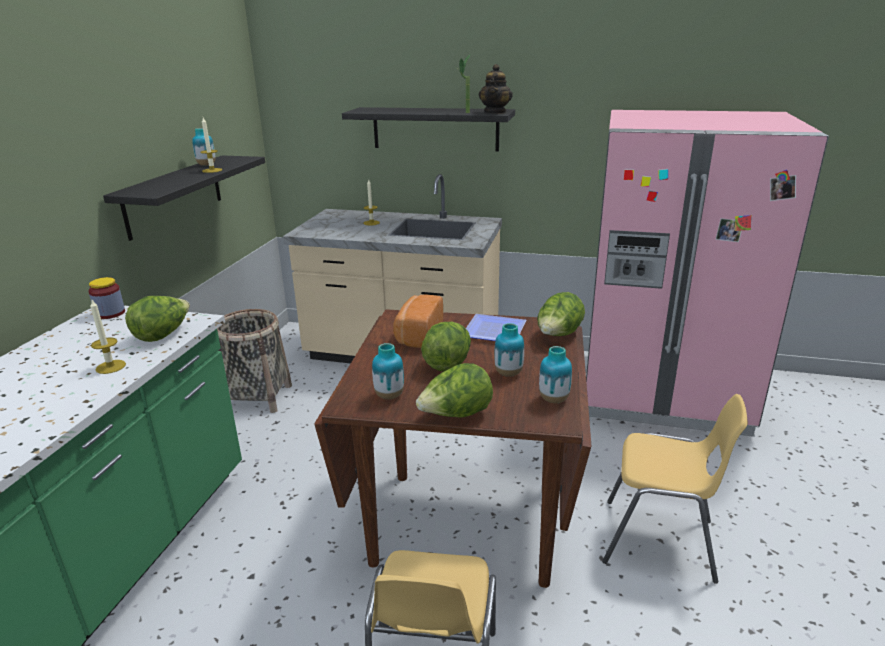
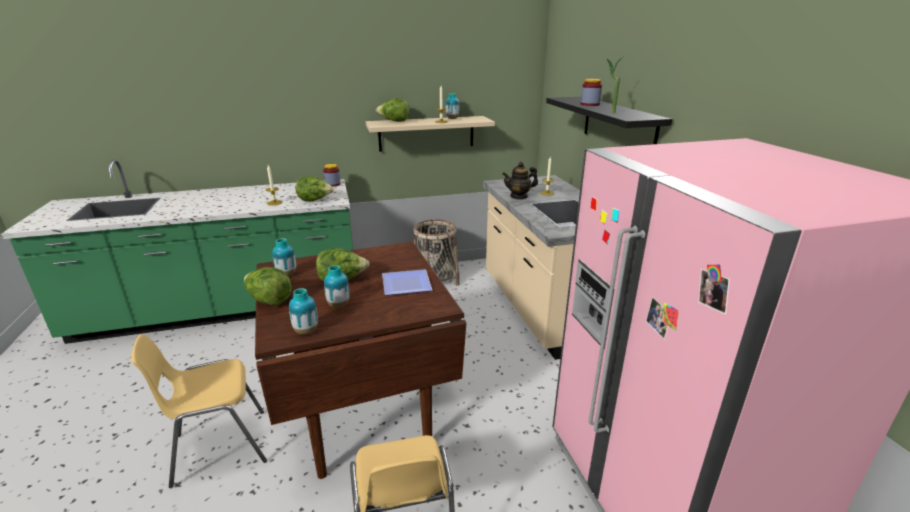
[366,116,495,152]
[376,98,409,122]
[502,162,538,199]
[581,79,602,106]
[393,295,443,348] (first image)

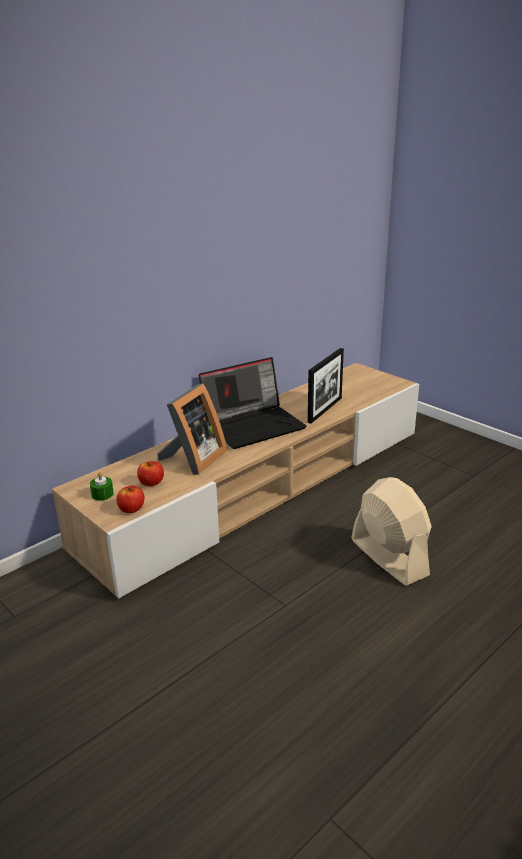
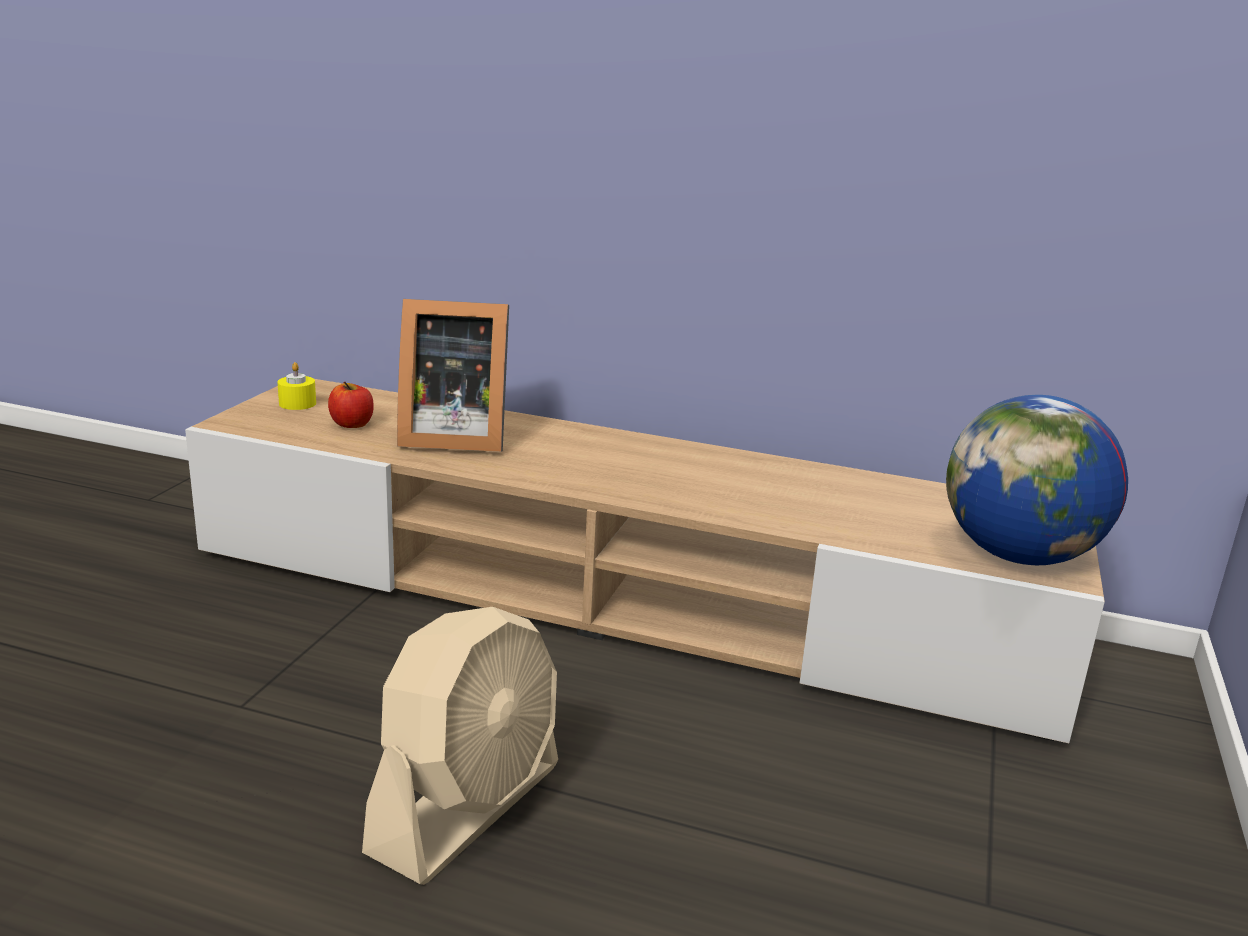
[277,362,316,410]
[946,395,1128,565]
[116,486,145,513] (first image)
[199,357,307,449] (first image)
[308,348,344,424] (first image)

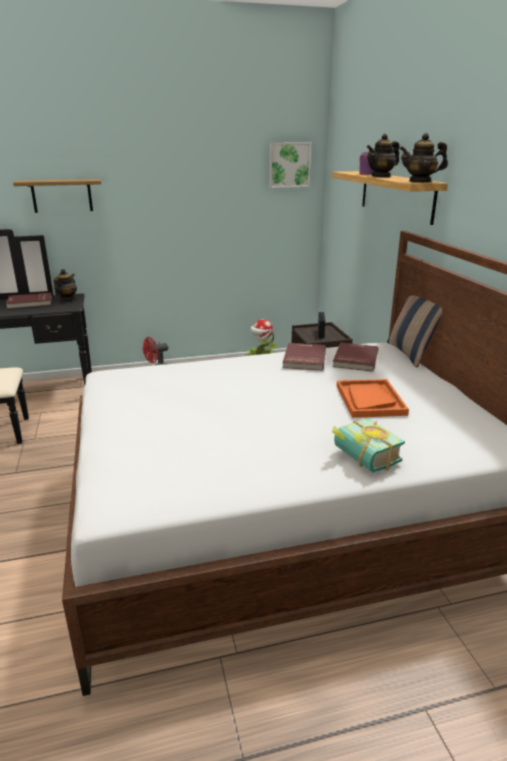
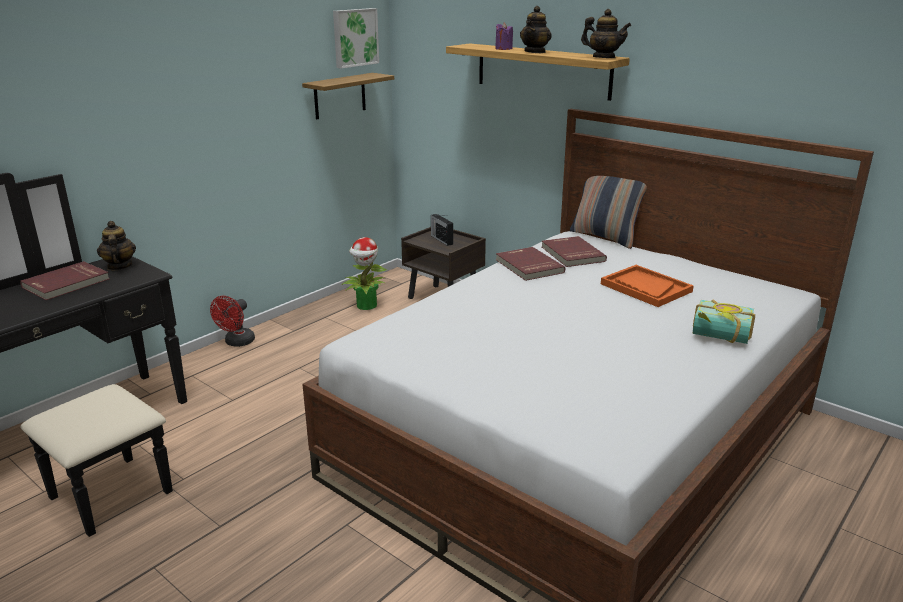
[302,73,394,119]
[581,9,631,58]

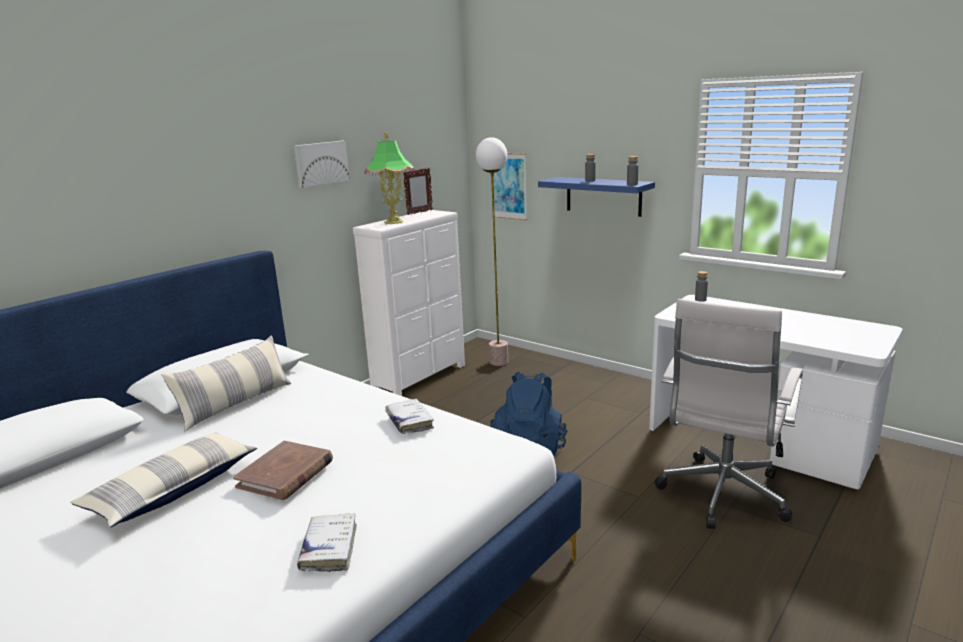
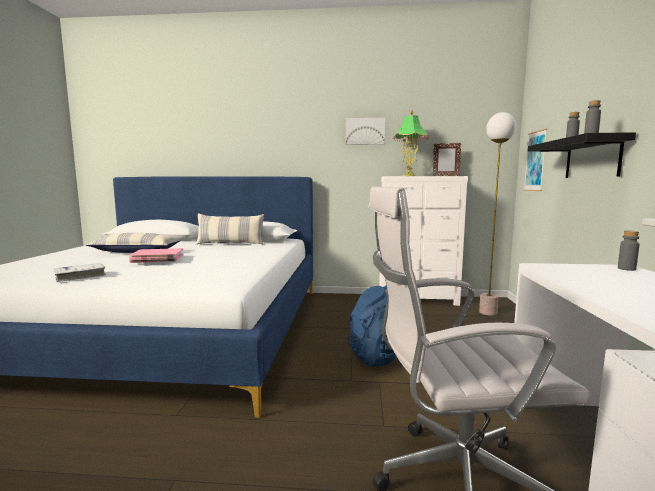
[129,248,183,263]
[528,132,636,178]
[385,399,434,434] (first image)

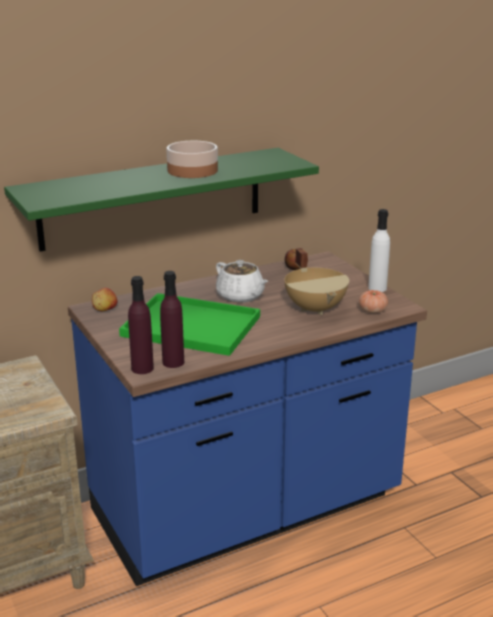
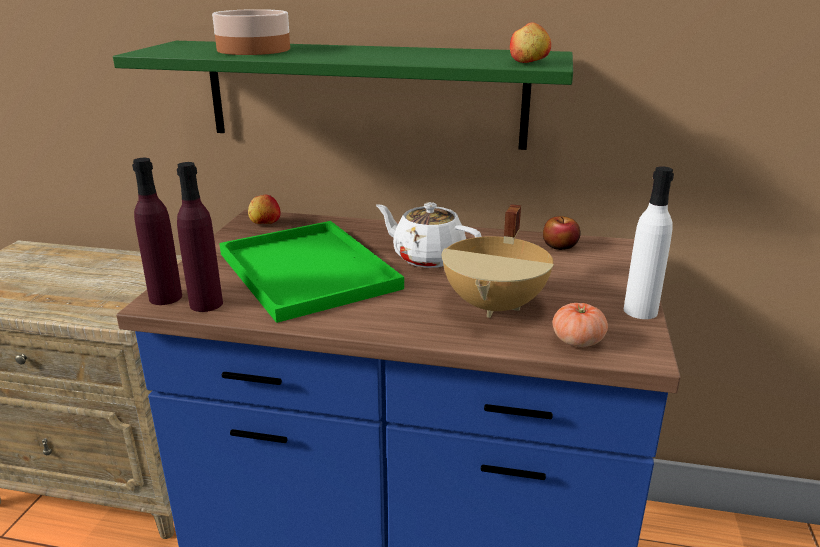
[212,9,290,55]
[376,202,482,268]
[510,22,551,63]

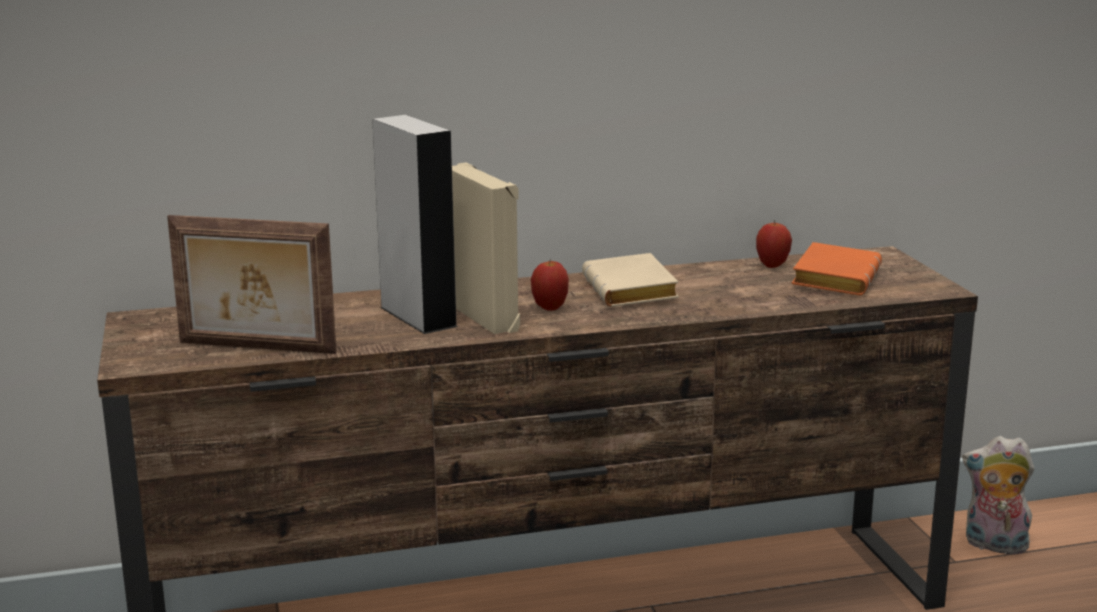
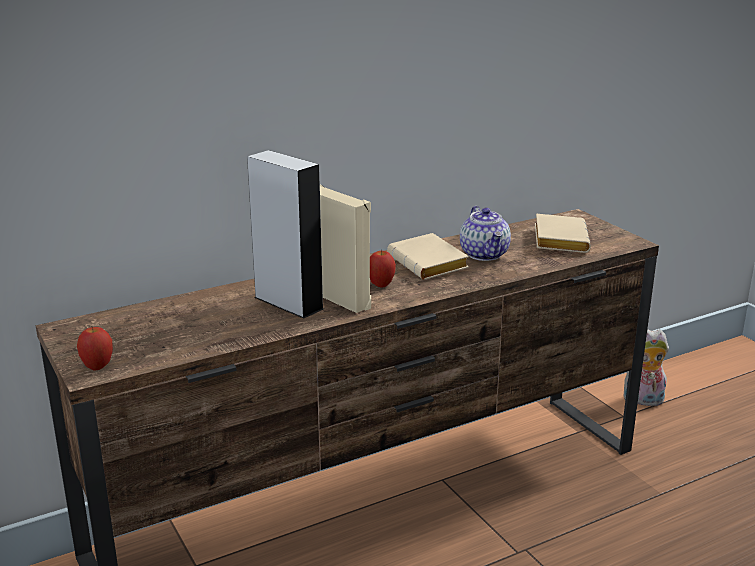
[77,327,113,370]
[460,206,511,261]
[535,214,591,253]
[167,215,337,354] (first image)

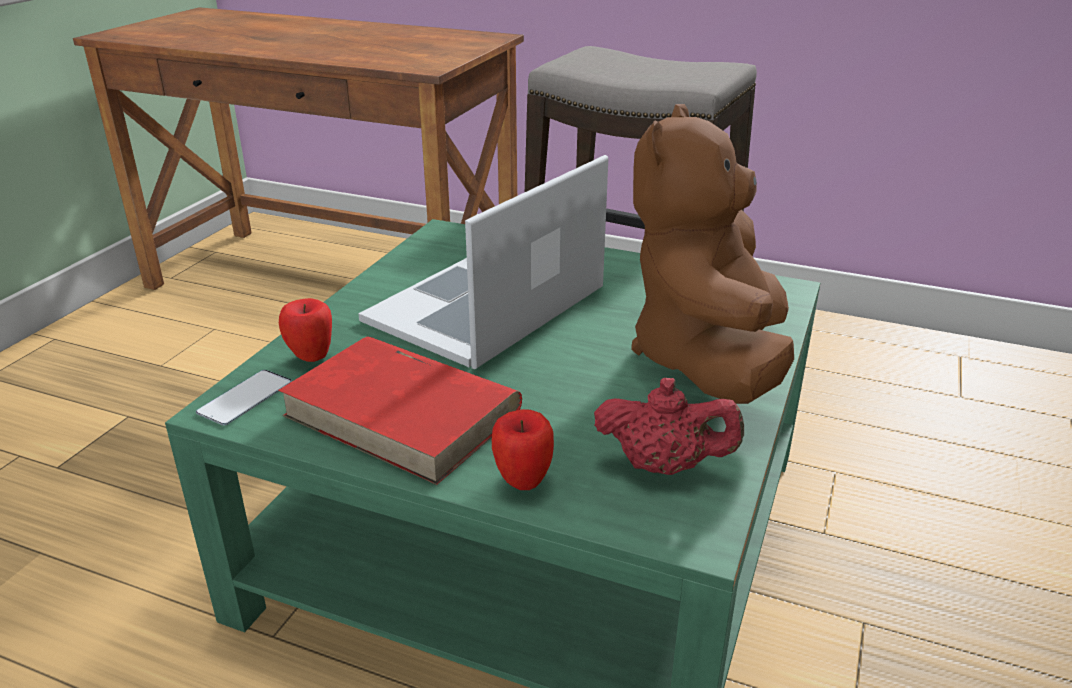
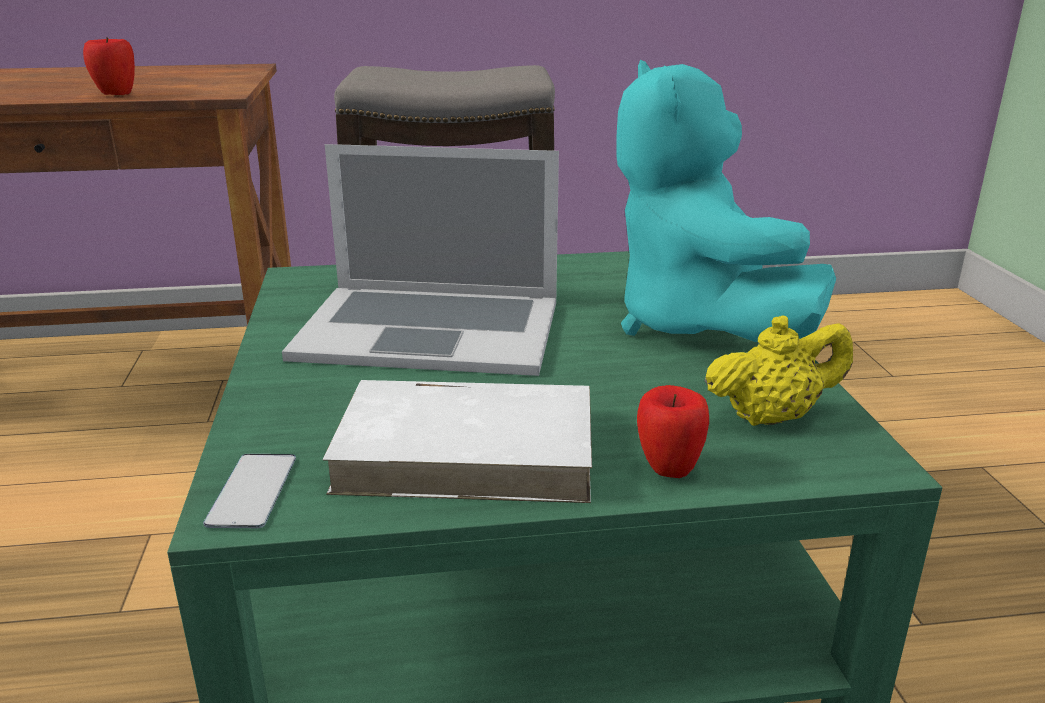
[83,37,135,95]
[282,144,559,376]
[322,380,592,503]
[616,60,836,342]
[705,316,853,426]

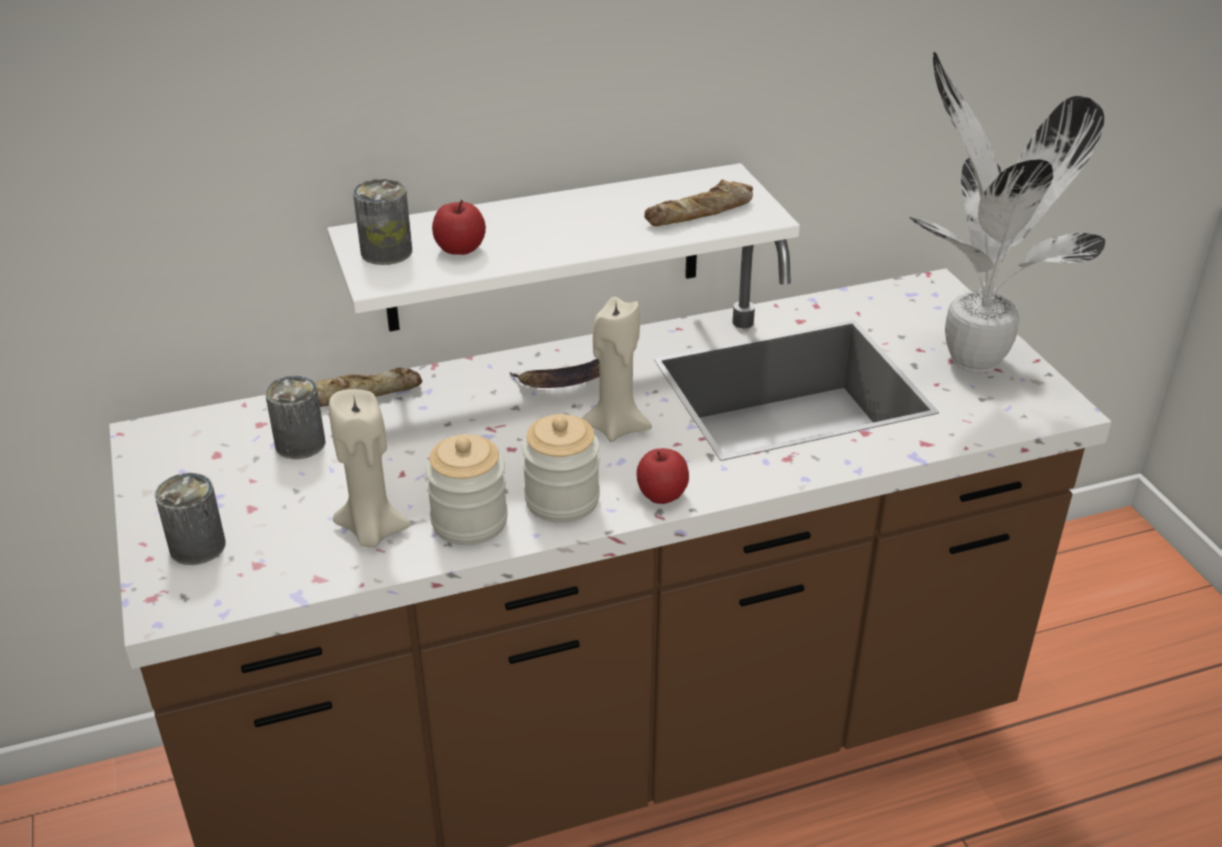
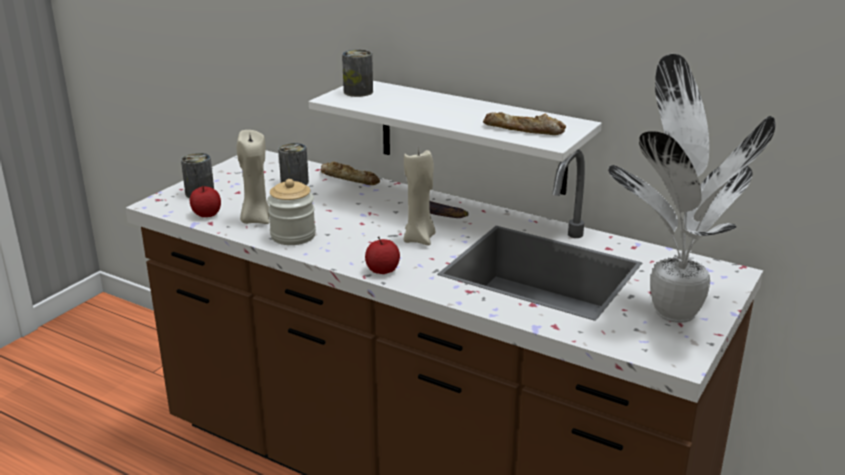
[190,185,221,217]
[522,414,600,523] (first image)

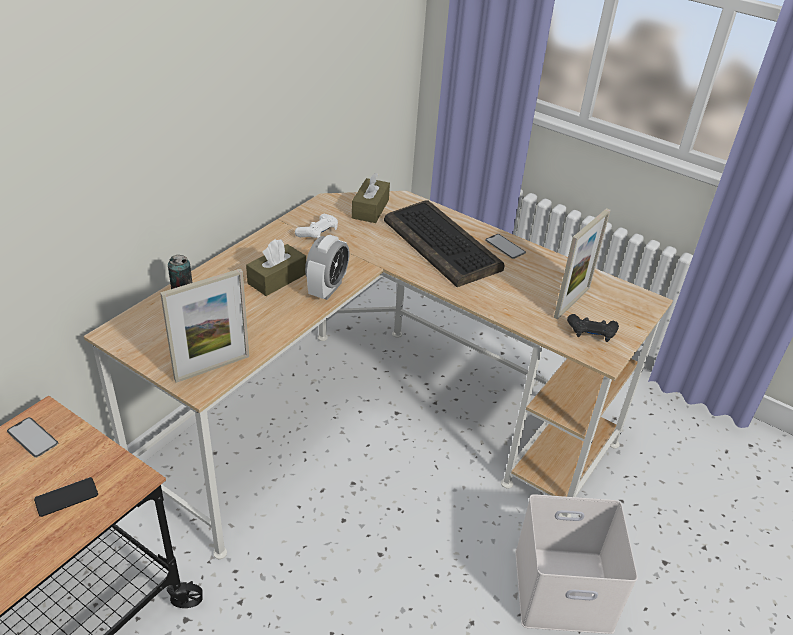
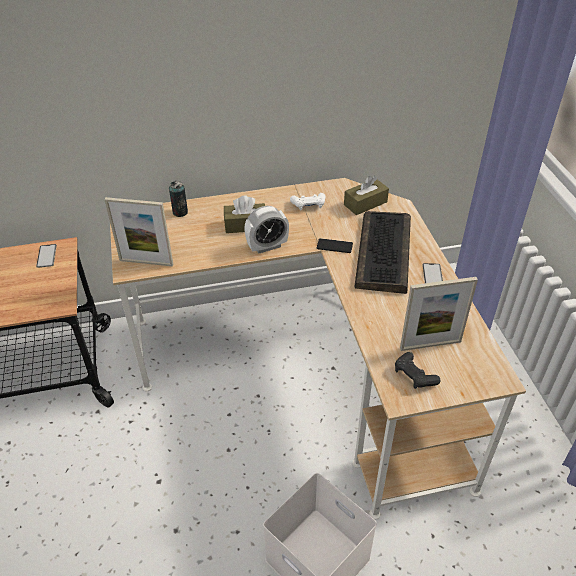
[317,238,353,253]

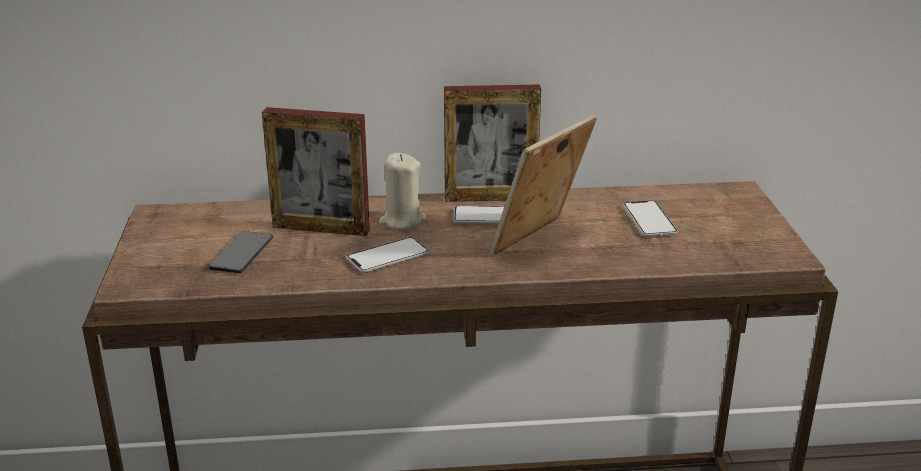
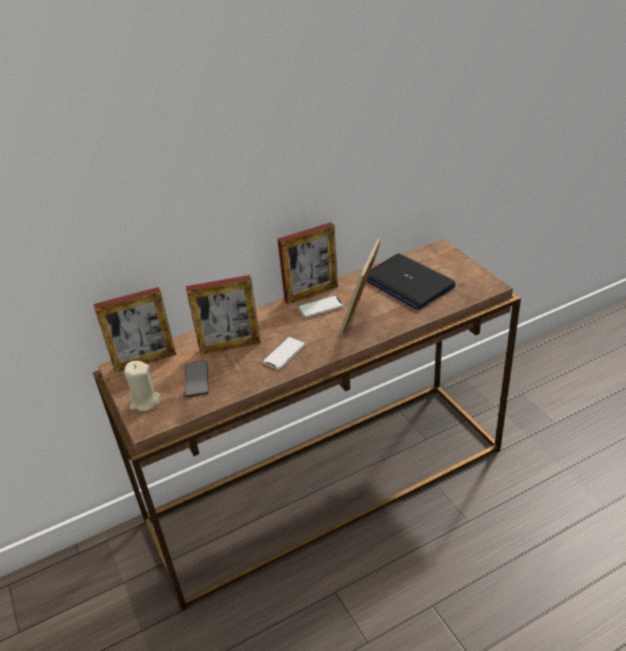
[94,287,176,372]
[125,361,160,411]
[366,254,456,310]

